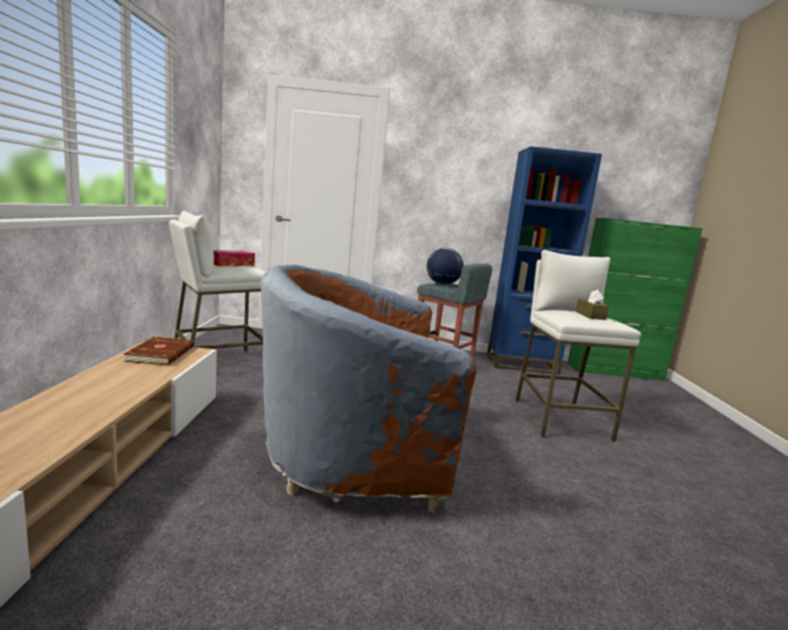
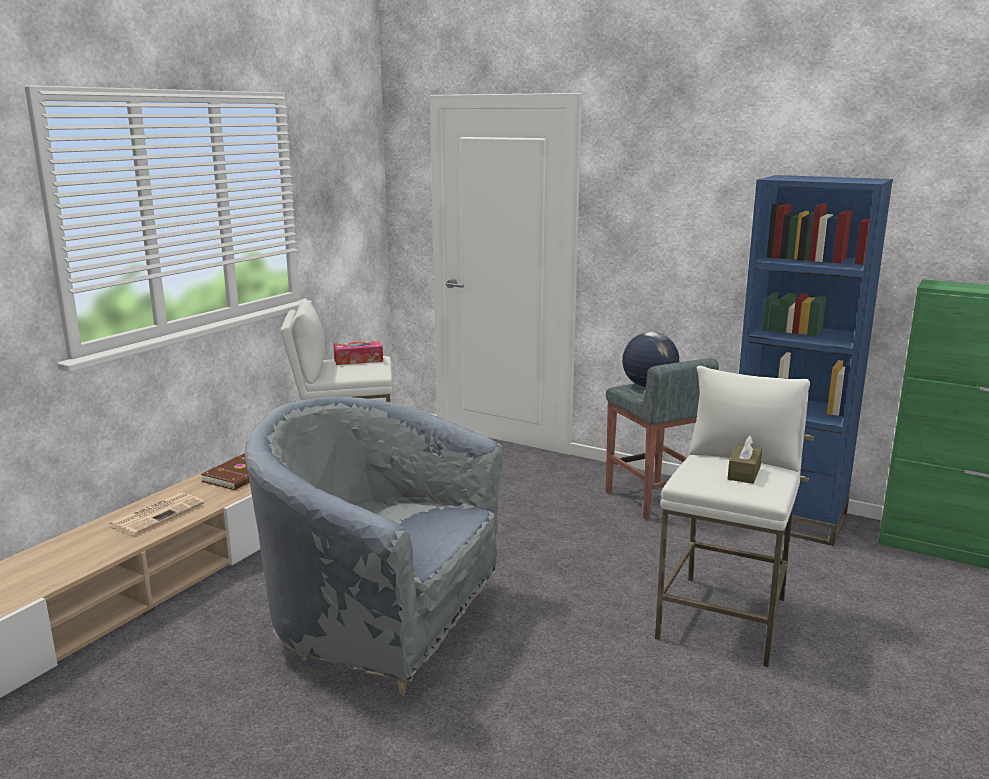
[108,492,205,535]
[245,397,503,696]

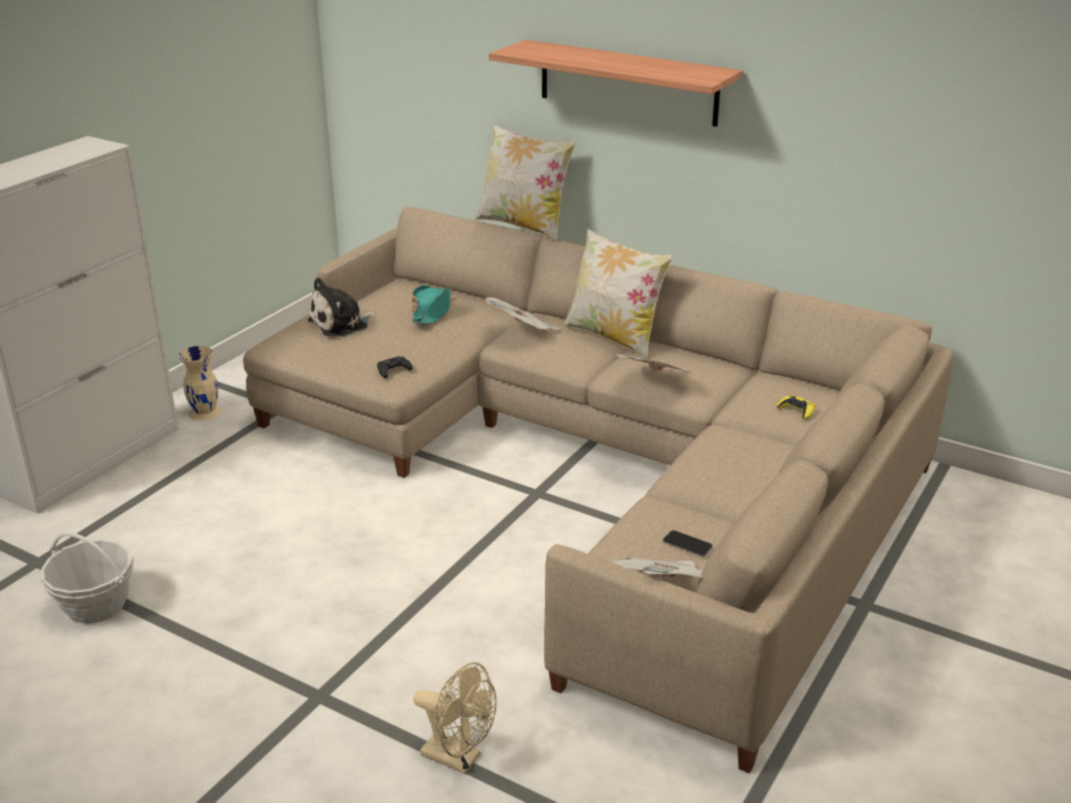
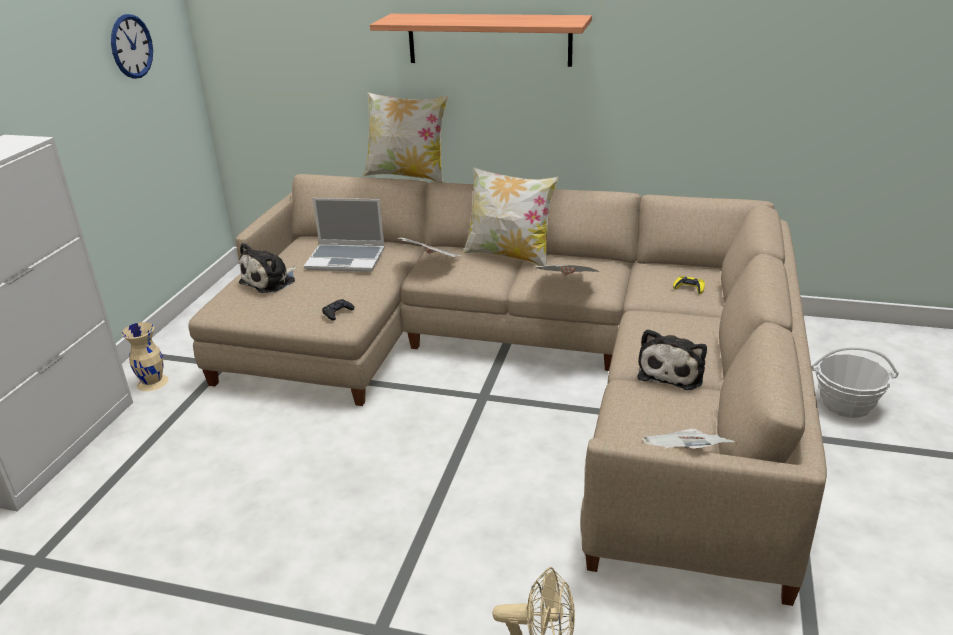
[111,14,153,79]
[304,198,385,272]
[638,329,707,390]
[811,347,899,418]
[663,530,712,557] (first image)

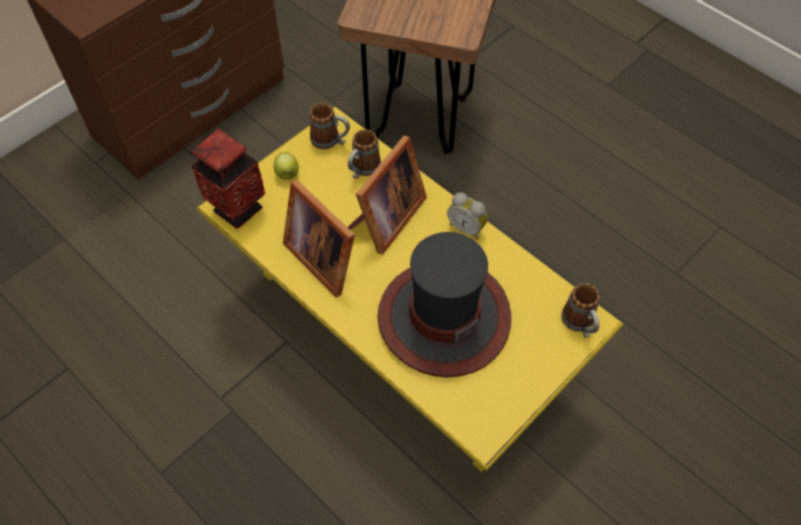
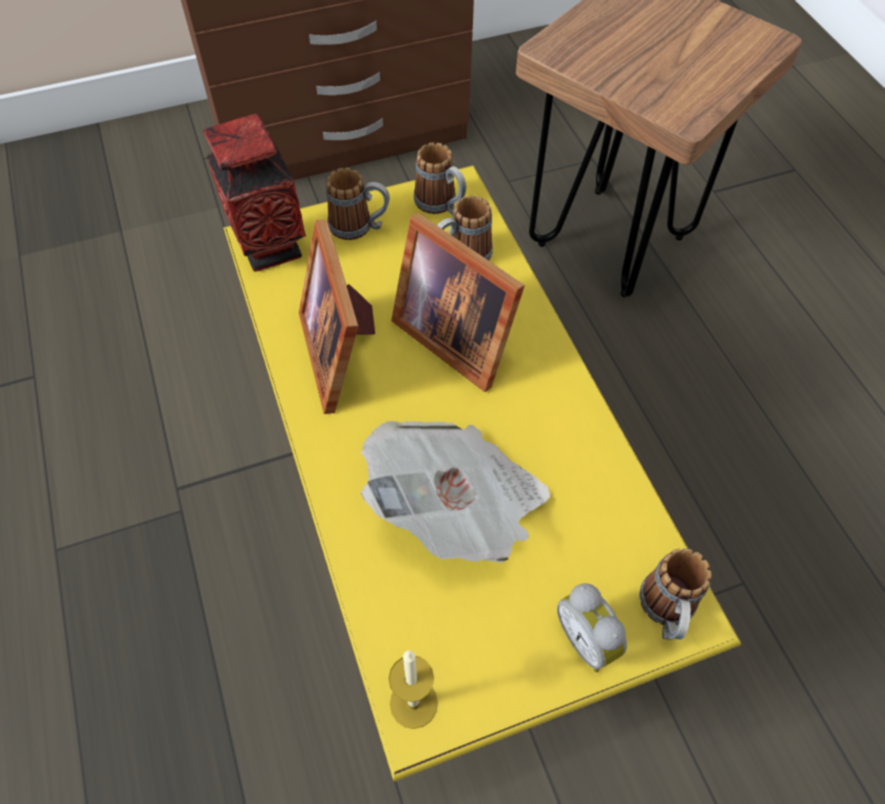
[326,168,390,240]
[361,421,551,563]
[388,650,438,729]
[391,213,525,392]
[557,583,627,672]

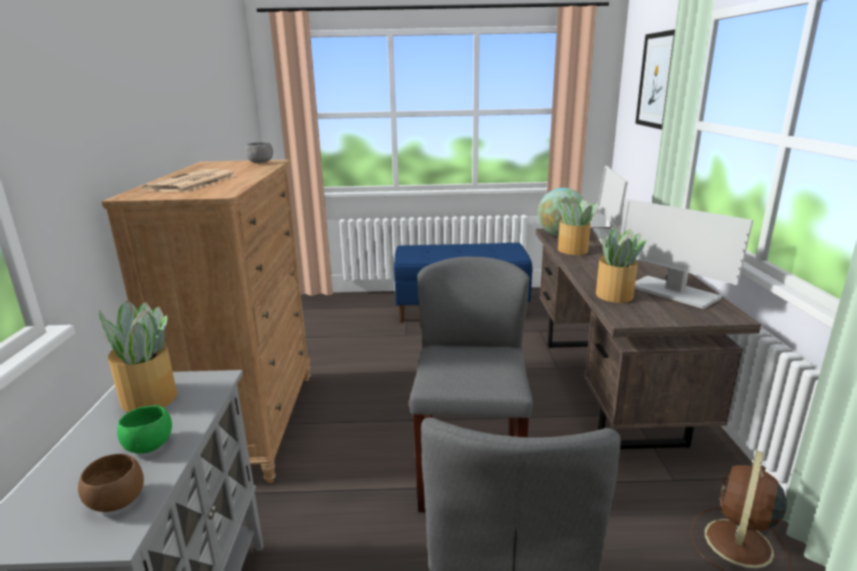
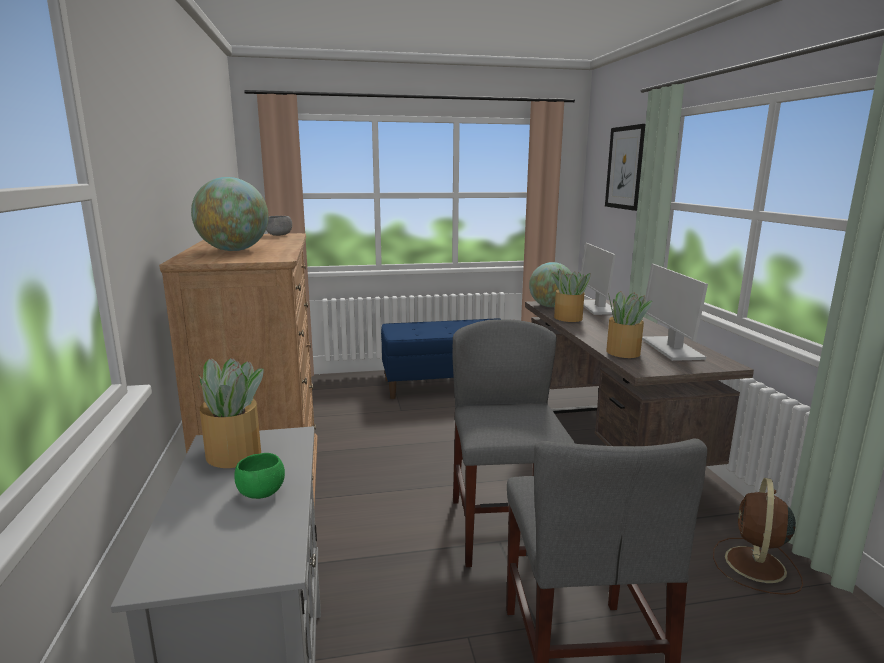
[191,177,269,251]
[642,264,708,361]
[78,454,144,512] (first image)

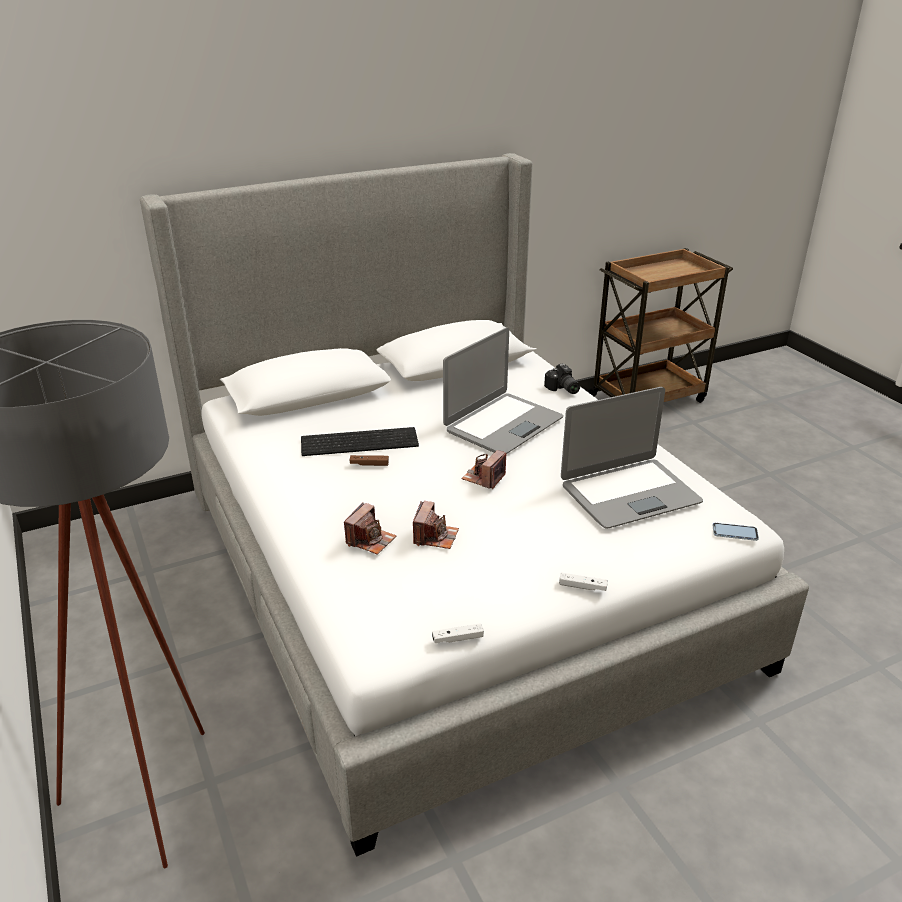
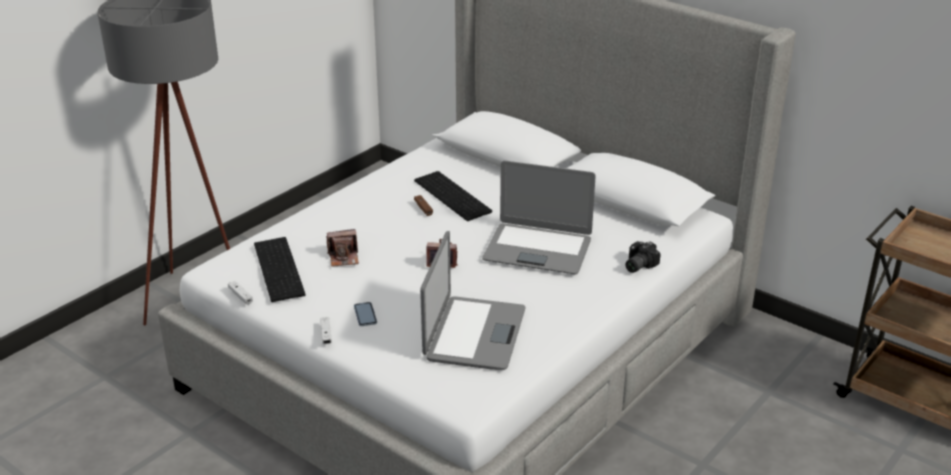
[254,237,305,302]
[354,302,377,326]
[420,231,526,370]
[344,503,396,555] (first image)

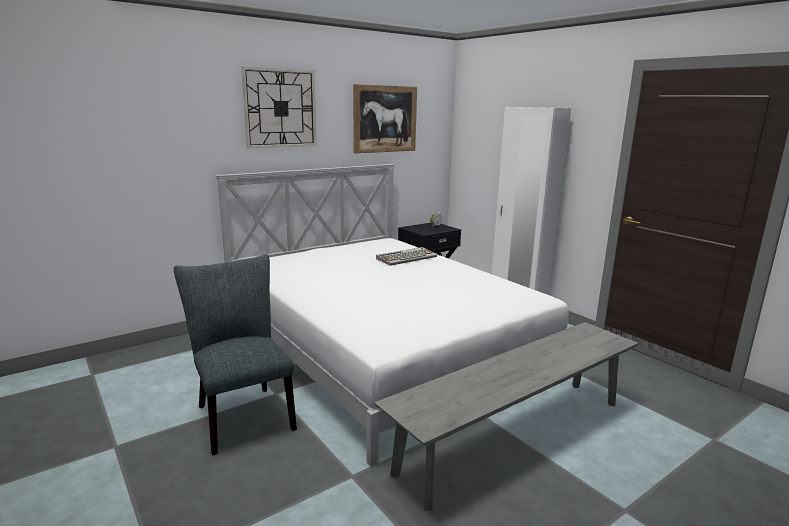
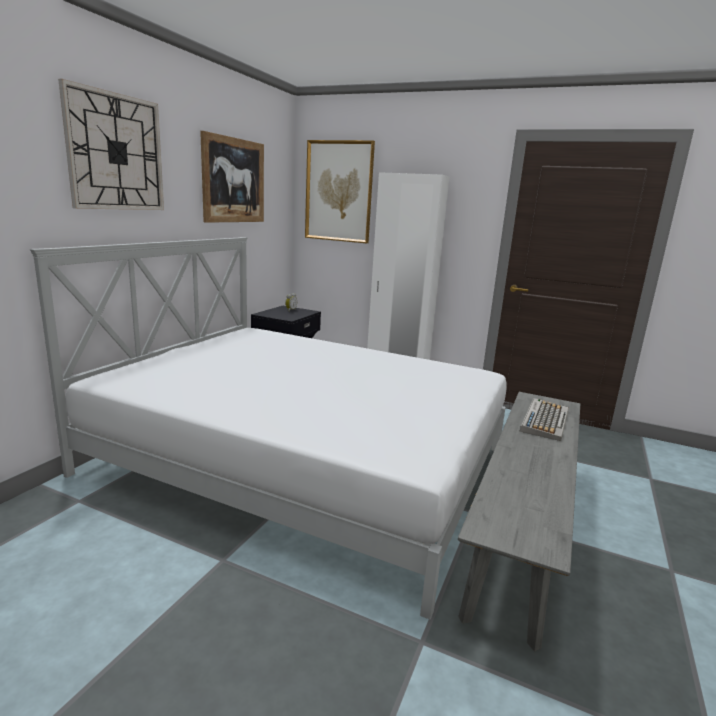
[305,140,375,243]
[520,398,569,441]
[174,254,297,456] (first image)

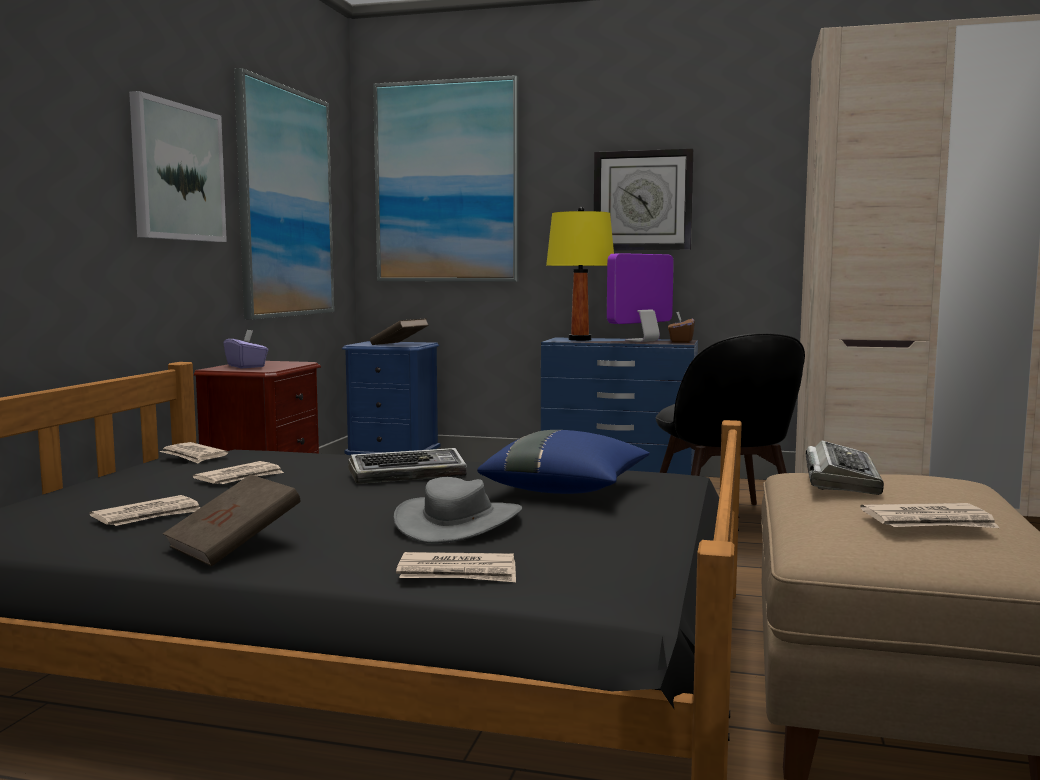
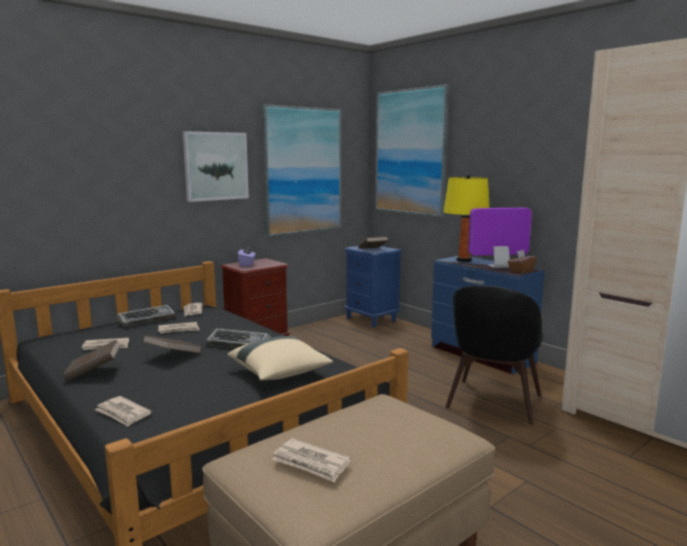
[116,305,175,327]
[143,335,202,353]
[227,336,333,381]
[394,477,522,544] (first image)
[594,149,693,250] (first image)

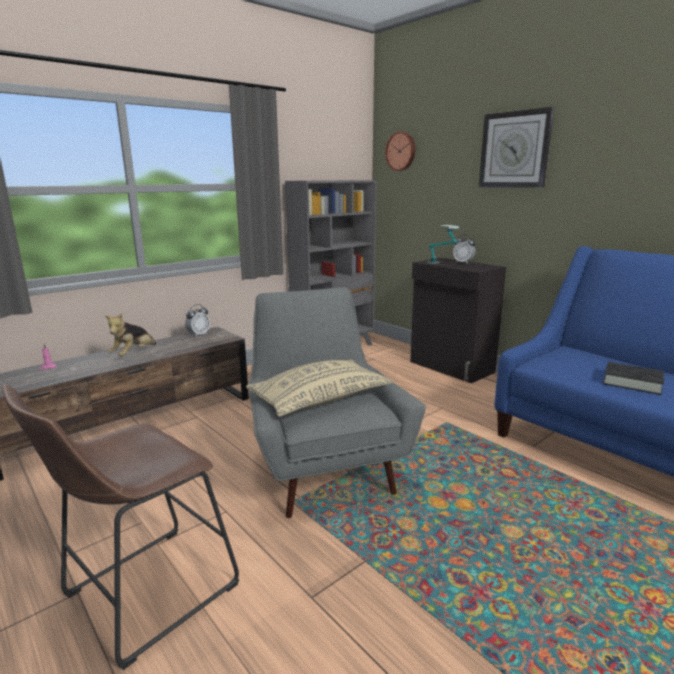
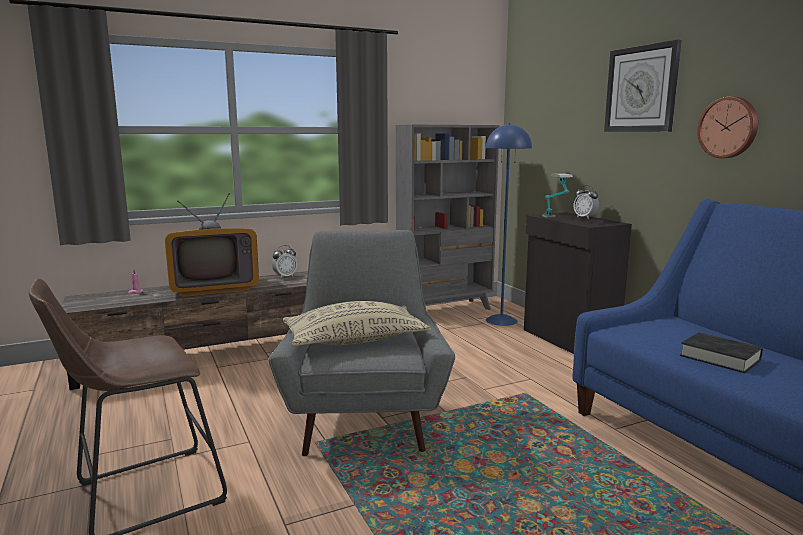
[165,193,259,297]
[486,123,532,326]
[697,97,758,158]

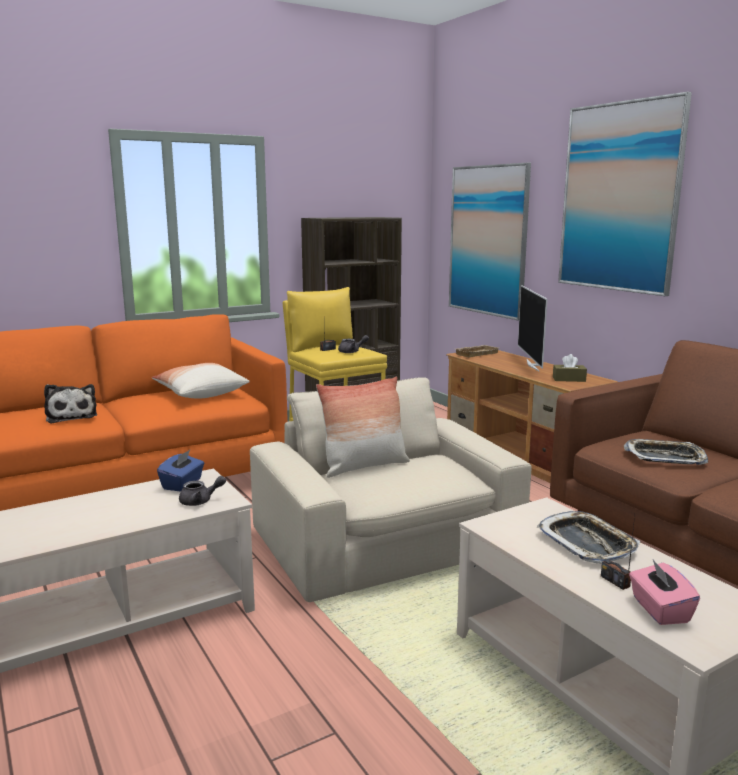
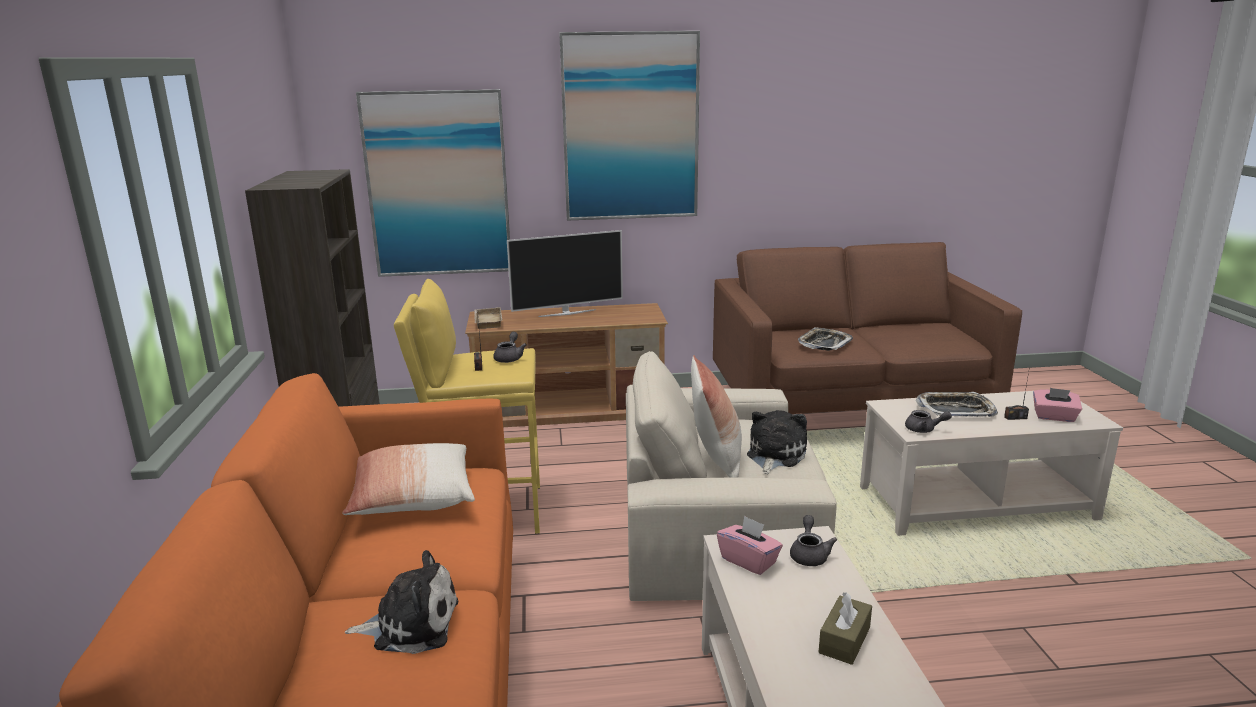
[507,230,623,317]
[717,515,783,575]
[747,410,807,474]
[818,592,872,665]
[905,410,952,433]

